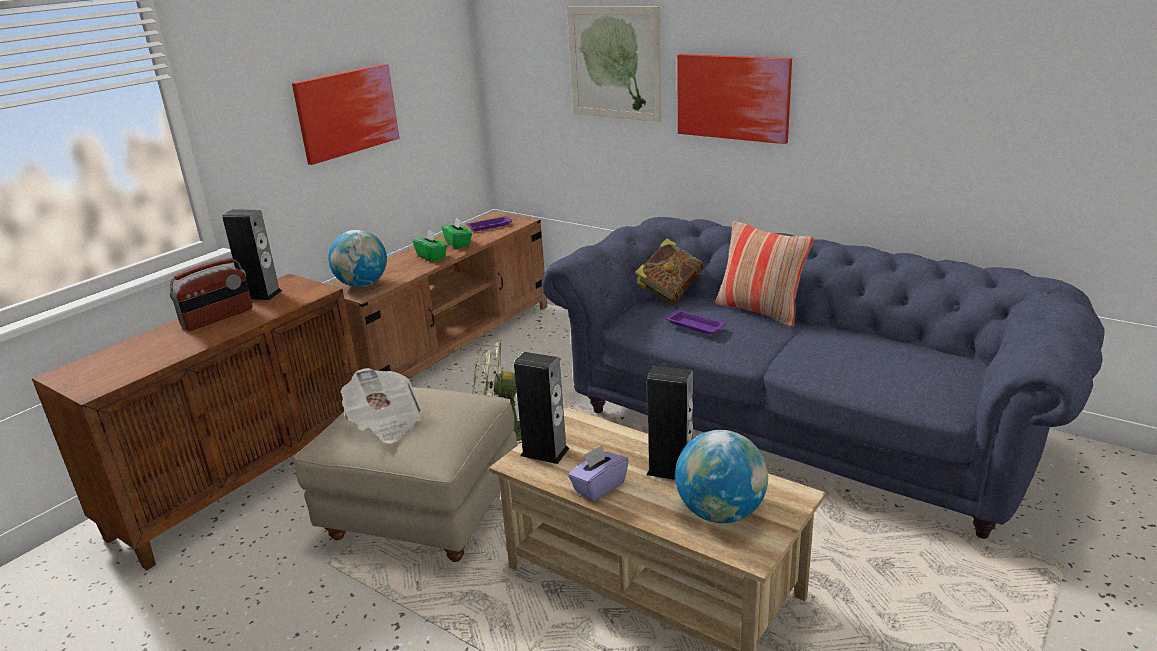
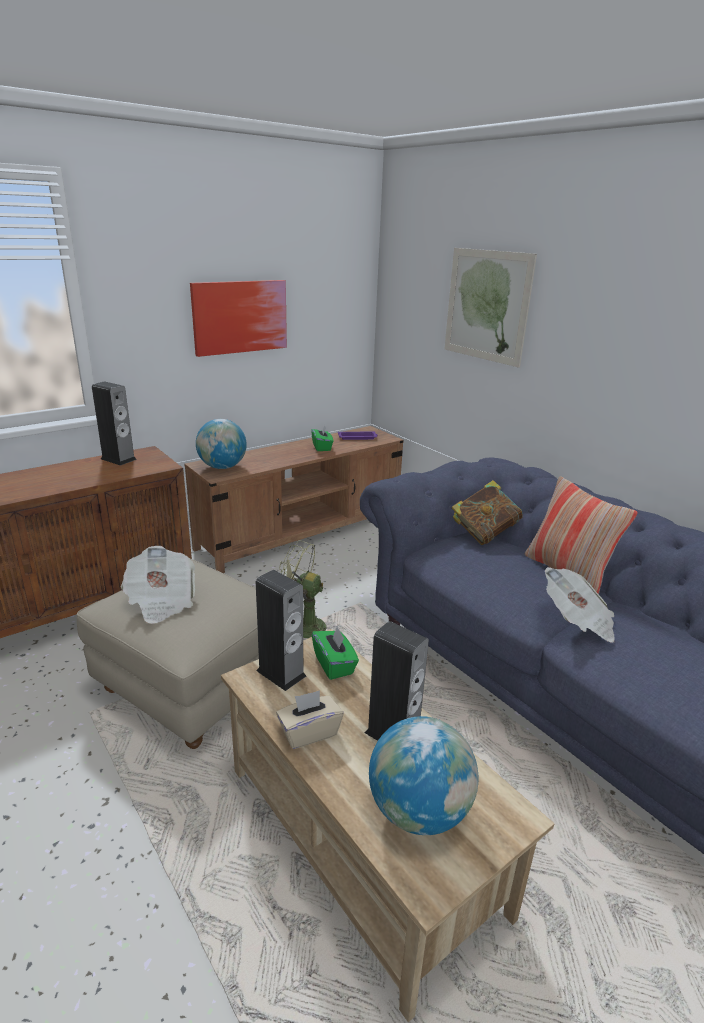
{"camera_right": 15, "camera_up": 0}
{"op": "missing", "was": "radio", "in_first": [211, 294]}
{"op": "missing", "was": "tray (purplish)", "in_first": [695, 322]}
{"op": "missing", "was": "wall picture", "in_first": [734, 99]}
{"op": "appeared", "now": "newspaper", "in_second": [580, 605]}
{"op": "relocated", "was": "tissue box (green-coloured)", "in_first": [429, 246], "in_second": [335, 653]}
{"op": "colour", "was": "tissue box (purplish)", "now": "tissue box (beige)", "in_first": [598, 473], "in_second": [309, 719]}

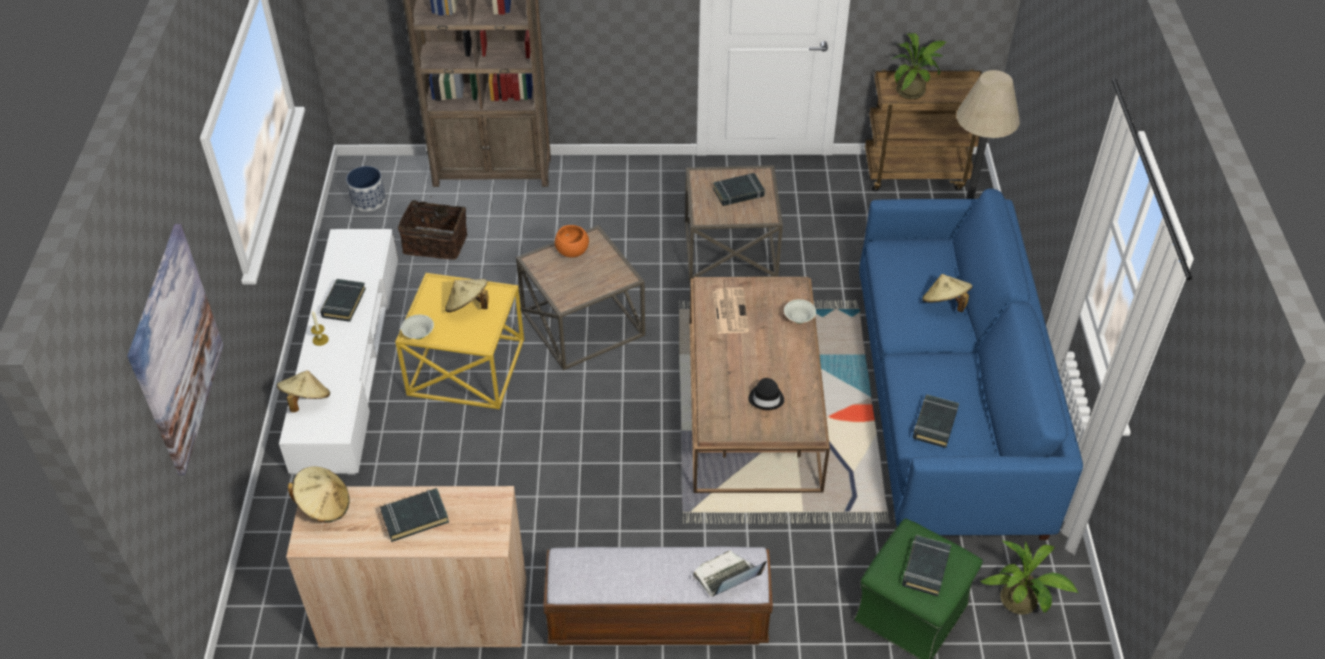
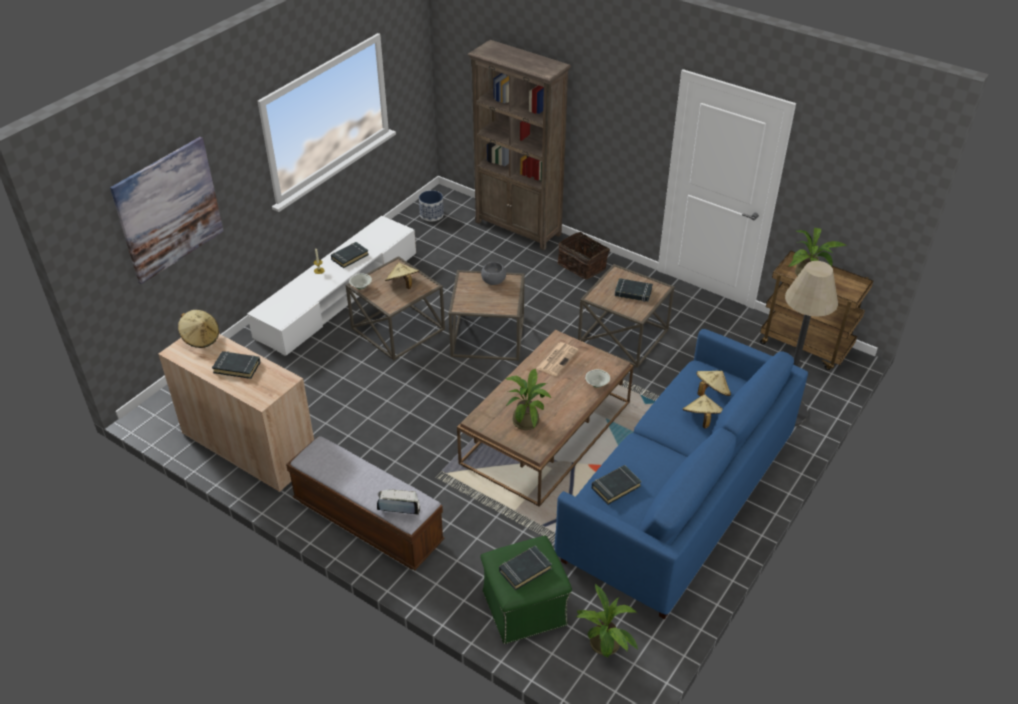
{"camera_right": 35, "camera_up": -5}
{"op": "relocated", "was": "clothing hat (beige)", "in_first": [303, 391], "in_second": [713, 383]}
{"op": "relocated", "was": "storage basket", "in_first": [432, 227], "in_second": [583, 255]}
{"op": "exchanged", "was": "clothing hat (black)", "now": "potted plant", "in_first": [766, 394], "in_second": [528, 399]}
{"op": "colour", "was": "end table (yellow-coloured)", "now": "end table (brownish)", "in_first": [459, 341], "in_second": [395, 308]}
{"op": "colour", "was": "deep dish (orangey)", "now": "deep dish (grey)", "in_first": [572, 241], "in_second": [493, 273]}

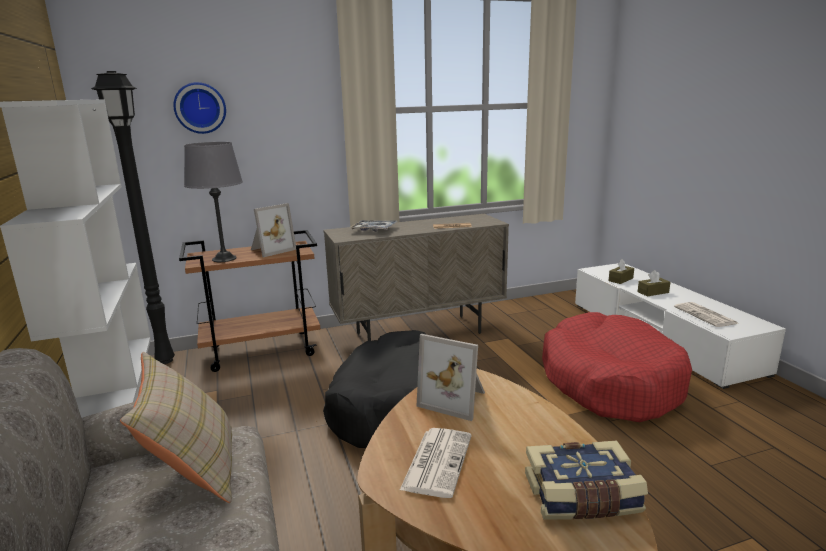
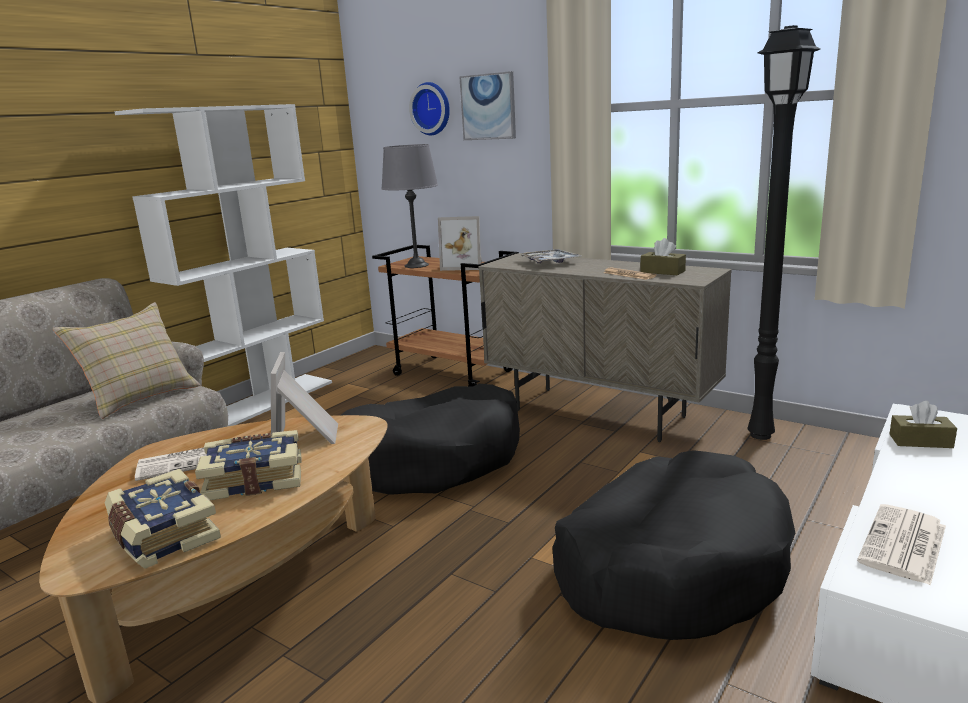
{"camera_right": 55, "camera_up": 0}
{"op": "appeared", "now": "bound book", "in_second": [248, 465]}
{"op": "appeared", "now": "wall picture", "in_second": [487, 105]}
{"op": "relocated", "was": "standing lamp (black)", "in_first": [133, 217], "in_second": [784, 232]}
{"op": "relocated", "was": "tissue box (brownish)", "in_first": [654, 283], "in_second": [663, 256]}
{"op": "colour", "was": "pet bed (red-coloured)", "now": "pet bed (black)", "in_first": [617, 367], "in_second": [673, 545]}

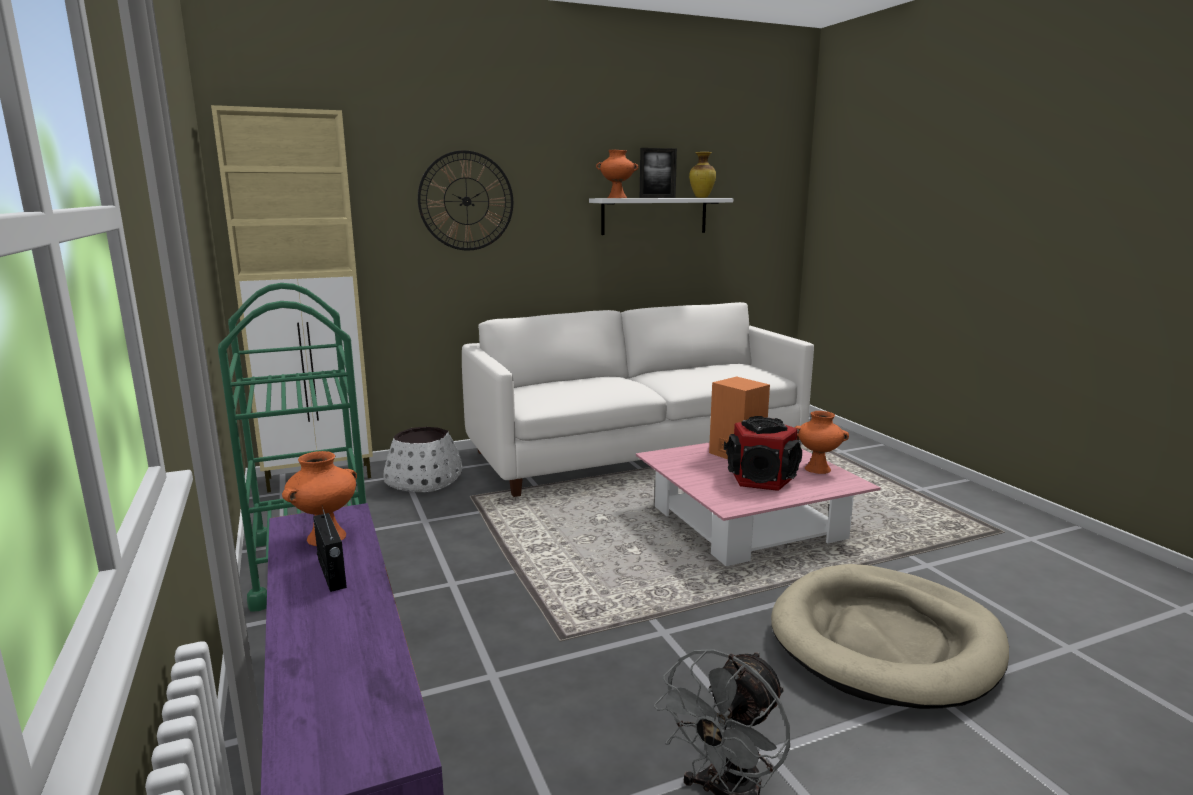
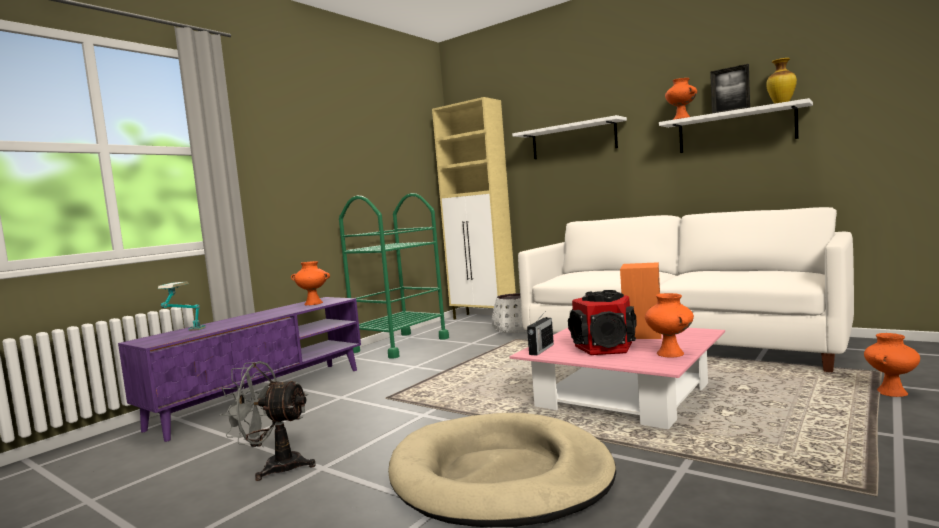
{"camera_right": 60, "camera_up": -10}
{"op": "appeared", "now": "table lamp", "in_second": [182, 306]}
{"op": "appeared", "now": "flower vase (orangey)", "in_second": [892, 365]}
{"op": "relocated", "was": "radio", "in_first": [330, 549], "in_second": [540, 334]}
{"op": "exchanged", "was": "wall clock", "now": "bracket shelf (white)", "in_first": [465, 200], "in_second": [569, 137]}

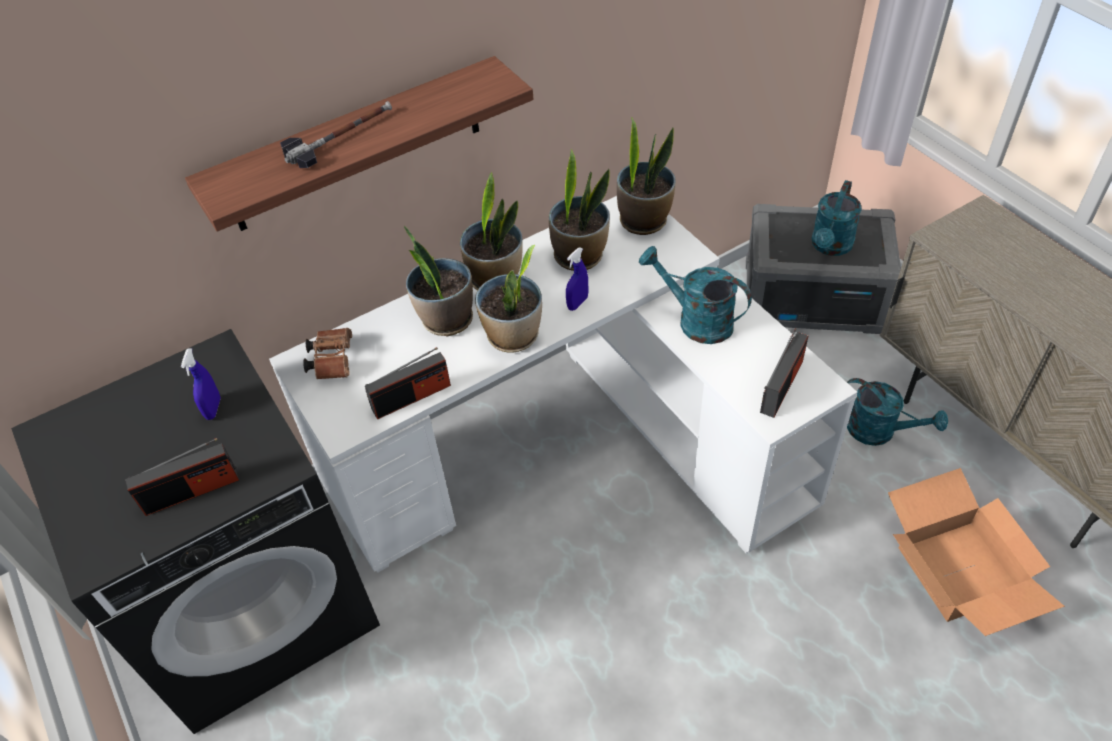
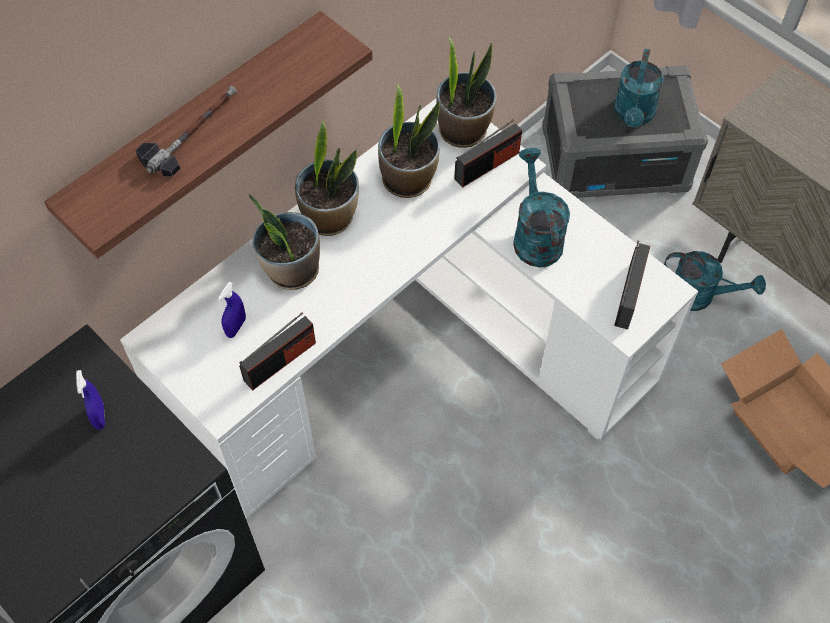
{"camera_right": -15, "camera_up": 10}
{"op": "missing", "was": "binoculars (brownish)", "in_first": [327, 353]}
{"op": "missing", "was": "potted plant", "in_first": [508, 299]}
{"op": "relocated", "was": "radio", "in_first": [182, 477], "in_second": [488, 153]}
{"op": "relocated", "was": "sprayer (bluish)", "in_first": [577, 279], "in_second": [232, 310]}
{"op": "spun", "was": "sprinkling can (turquoise)", "in_first": [695, 295], "in_second": [541, 207], "clockwise": 60}

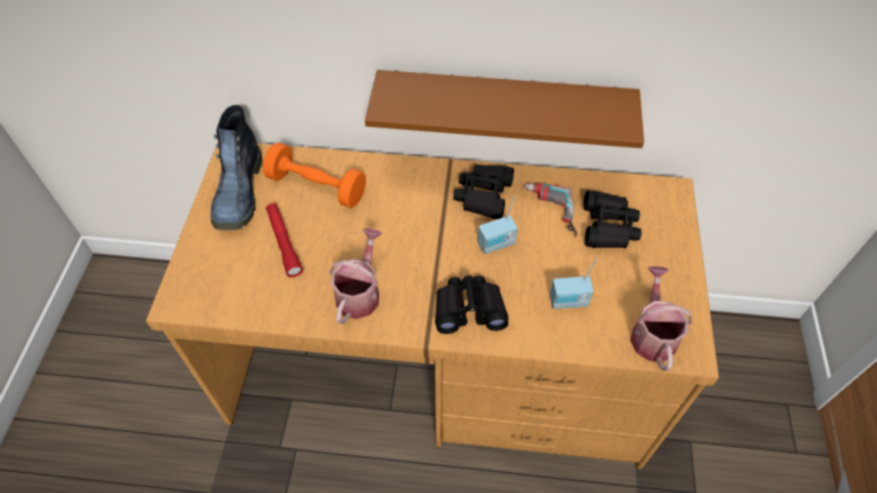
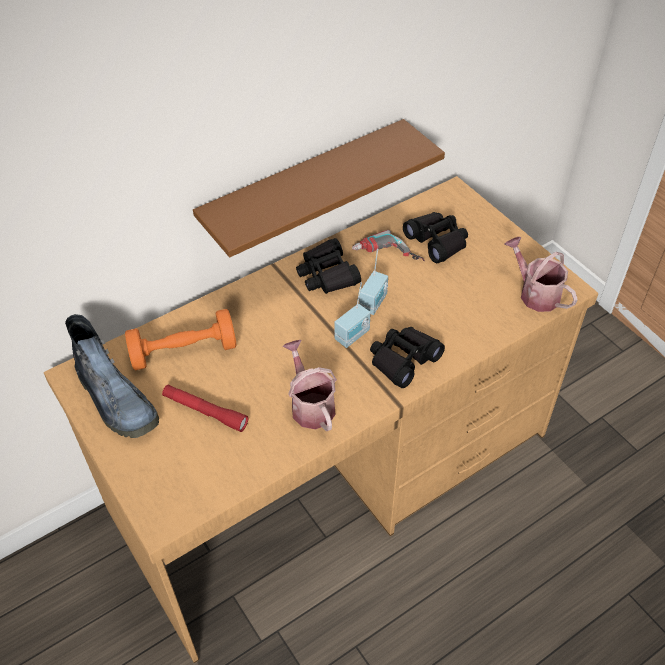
{"camera_right": -40, "camera_up": -5}
{"op": "relocated", "was": "radio", "in_first": [574, 284], "in_second": [352, 315]}

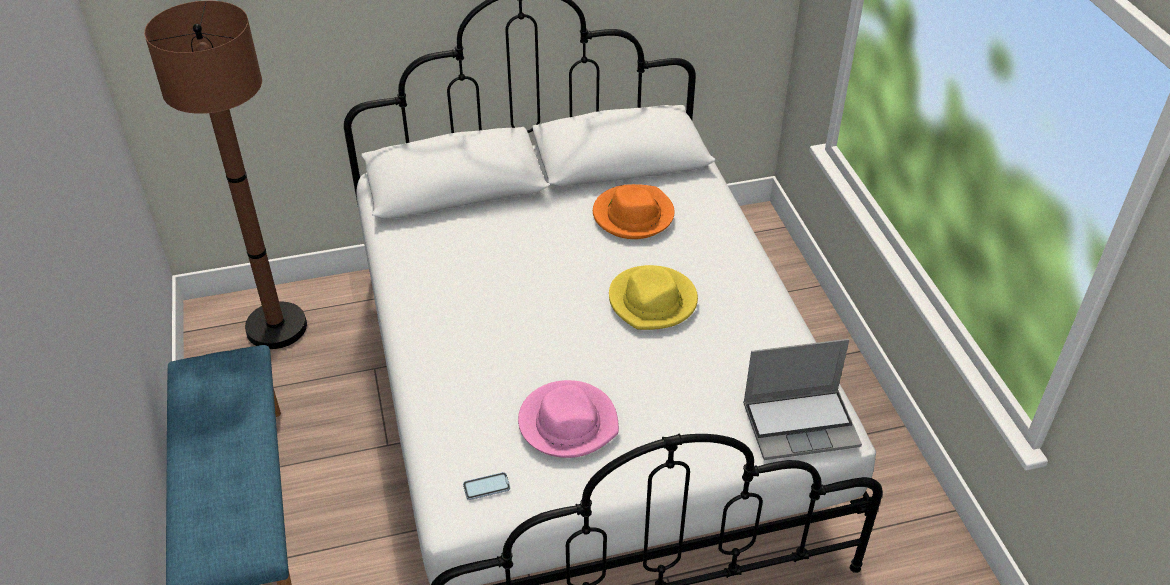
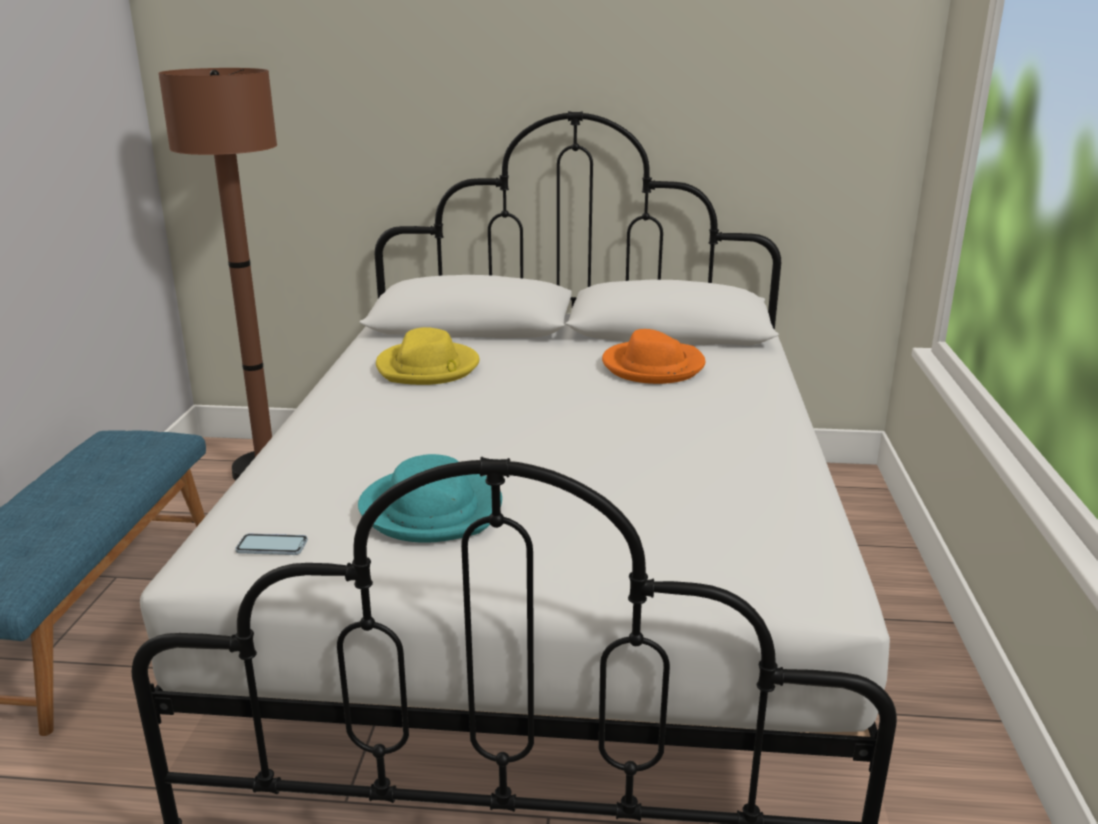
{"camera_right": 20, "camera_up": -20}
{"op": "missing", "was": "laptop", "in_first": [802, 399]}
{"op": "relocated", "was": "clothing hat (yellow-coloured)", "in_first": [653, 297], "in_second": [427, 356]}
{"op": "colour", "was": "clothing hat (pinkish)", "now": "clothing hat (turquoise)", "in_first": [568, 419], "in_second": [430, 498]}

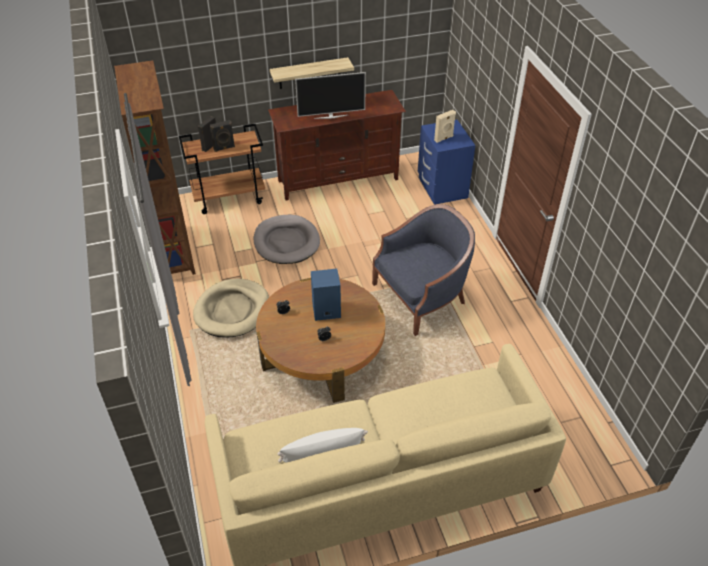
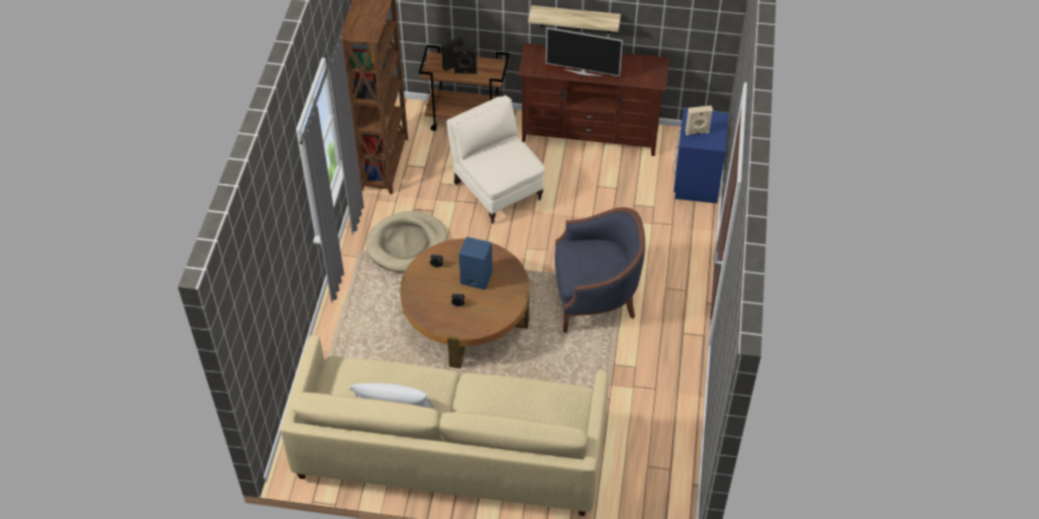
{"camera_right": 25, "camera_up": 5}
{"op": "exchanged", "was": "pet bed (grey)", "now": "easy chair (beige)", "in_first": [287, 239], "in_second": [496, 160]}

